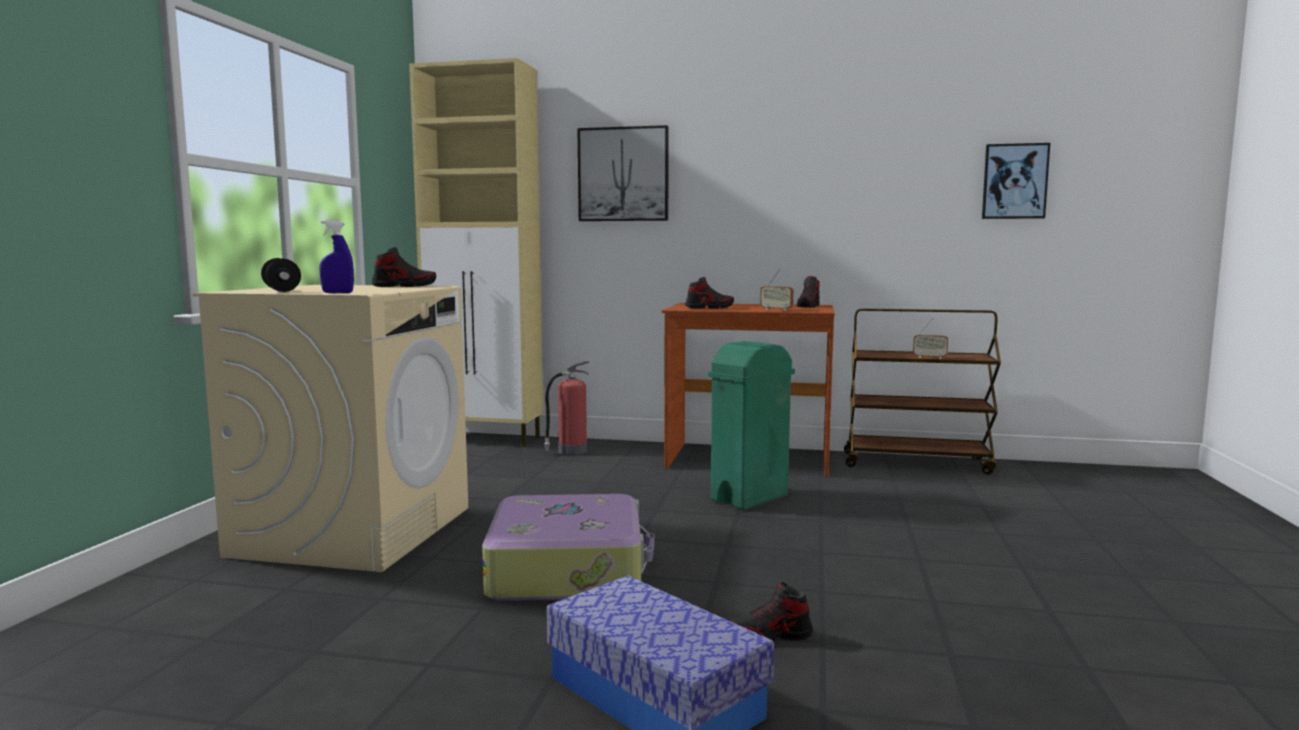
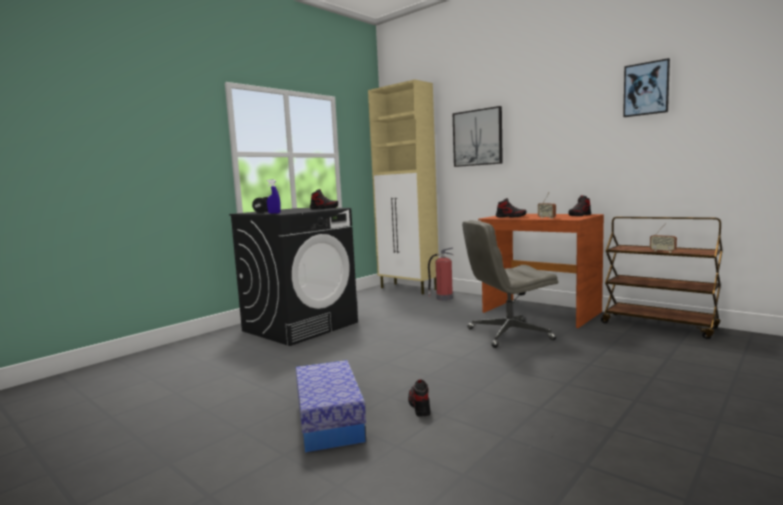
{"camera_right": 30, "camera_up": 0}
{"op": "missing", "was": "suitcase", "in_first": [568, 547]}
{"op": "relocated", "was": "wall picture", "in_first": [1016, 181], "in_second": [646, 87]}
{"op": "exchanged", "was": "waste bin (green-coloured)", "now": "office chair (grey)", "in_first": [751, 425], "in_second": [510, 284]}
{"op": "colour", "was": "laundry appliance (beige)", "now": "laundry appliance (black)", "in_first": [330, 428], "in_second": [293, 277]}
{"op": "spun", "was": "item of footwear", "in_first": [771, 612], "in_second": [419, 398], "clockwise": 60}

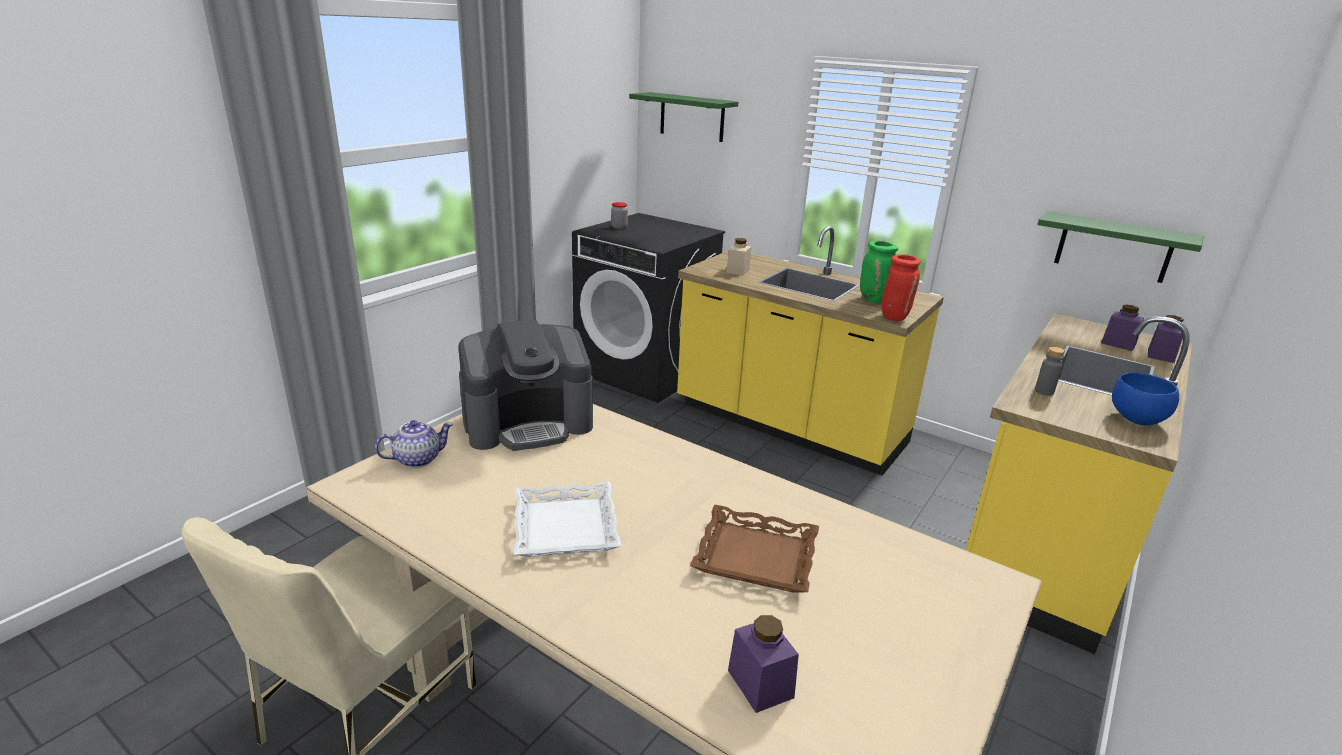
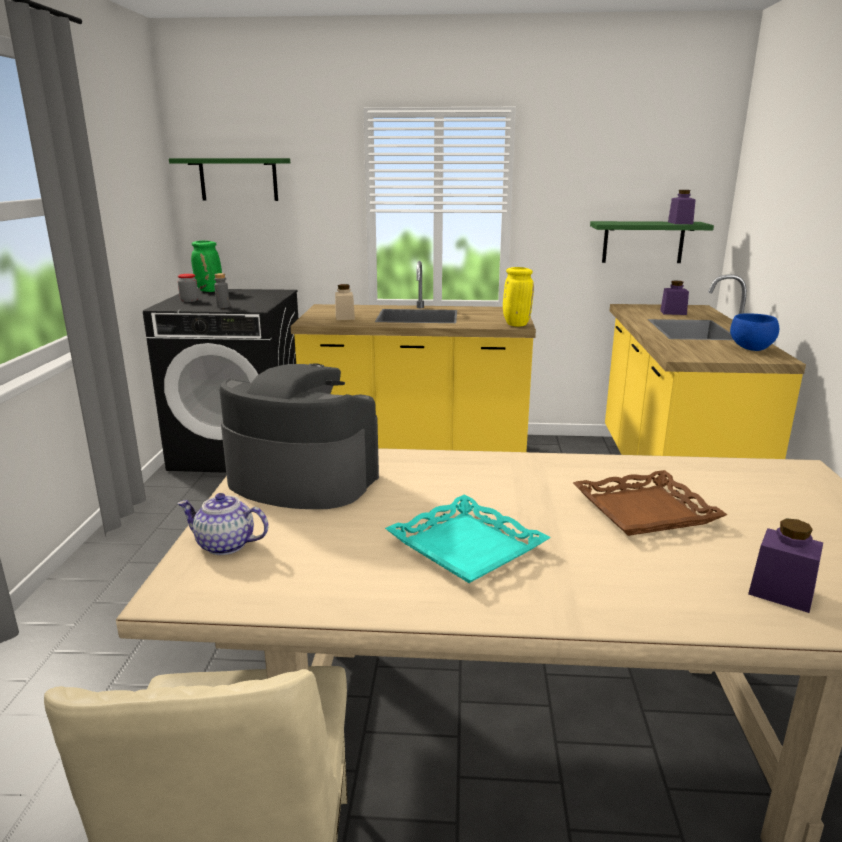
{"camera_right": -30, "camera_up": -5}
{"op": "relocated", "was": "flower vase (green-coloured)", "in_first": [879, 272], "in_second": [206, 266]}
{"op": "relocated", "was": "drink bottle (grey)", "in_first": [1050, 371], "in_second": [222, 290]}
{"op": "relocated", "was": "storage jar (purplish)", "in_first": [1166, 339], "in_second": [682, 207]}
{"op": "colour", "was": "tray (white)", "now": "tray (turquoise)", "in_first": [567, 519], "in_second": [468, 539]}
{"op": "colour", "was": "flower vase (red-coloured)", "now": "flower vase (yellow-coloured)", "in_first": [900, 287], "in_second": [518, 297]}
{"op": "spun", "was": "pot for tea", "in_first": [414, 444], "in_second": [222, 524], "clockwise": -105}
{"op": "spun", "was": "coffee brewer", "in_first": [525, 385], "in_second": [299, 436], "clockwise": -105}

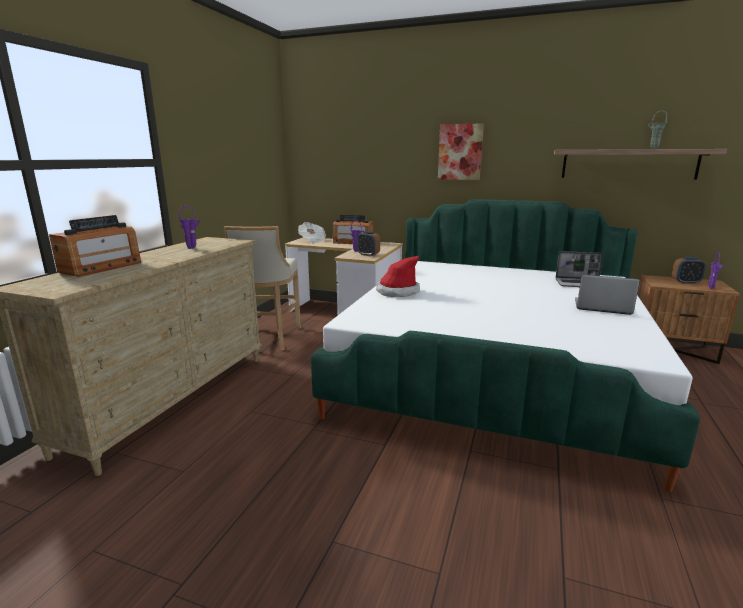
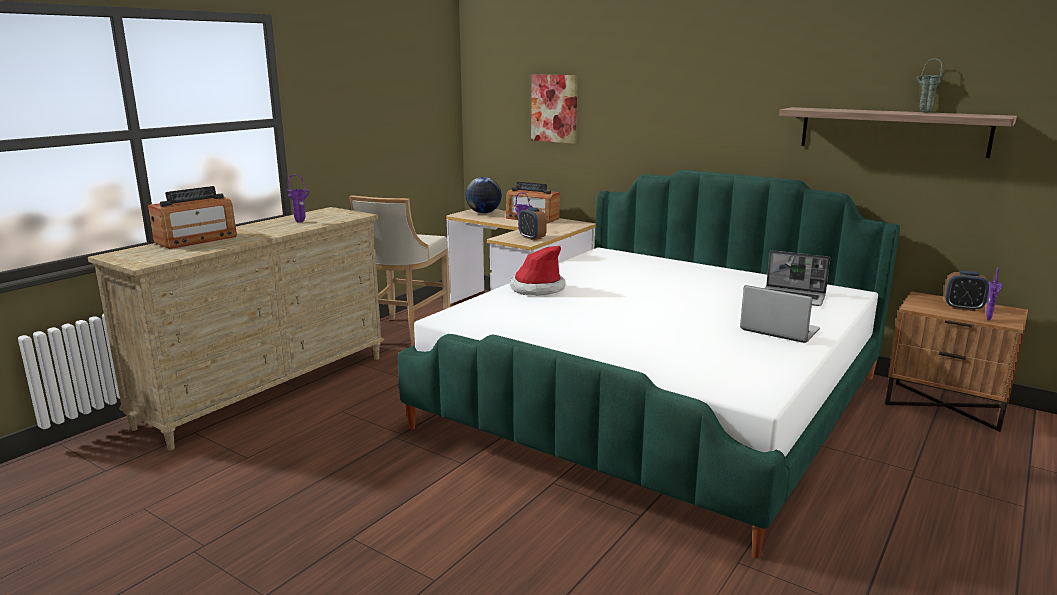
{"camera_right": 15, "camera_up": 0}
{"op": "relocated", "was": "wall picture", "in_first": [461, 151], "in_second": [554, 109]}
{"op": "exchanged", "was": "newspaper", "now": "world globe", "in_first": [312, 232], "in_second": [483, 195]}

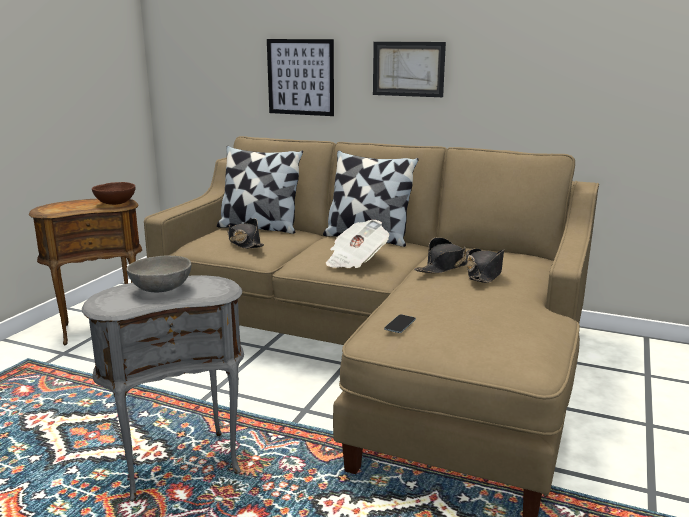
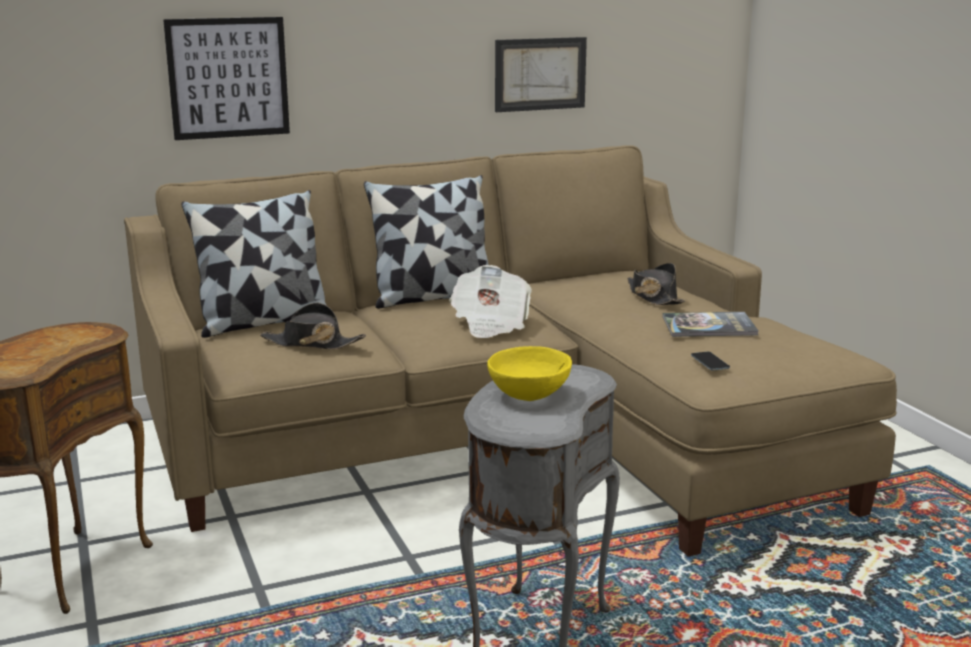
{"camera_right": -45, "camera_up": 0}
{"op": "missing", "was": "deep dish (brownish)", "in_first": [114, 193]}
{"op": "missing", "was": "clothing hat (black)", "in_first": [442, 255]}
{"op": "appeared", "now": "bound book", "in_second": [710, 324]}
{"op": "relocated", "was": "wall picture", "in_first": [409, 69], "in_second": [541, 74]}
{"op": "colour", "was": "deep dish (grey)", "now": "deep dish (yellow-coloured)", "in_first": [158, 273], "in_second": [529, 373]}

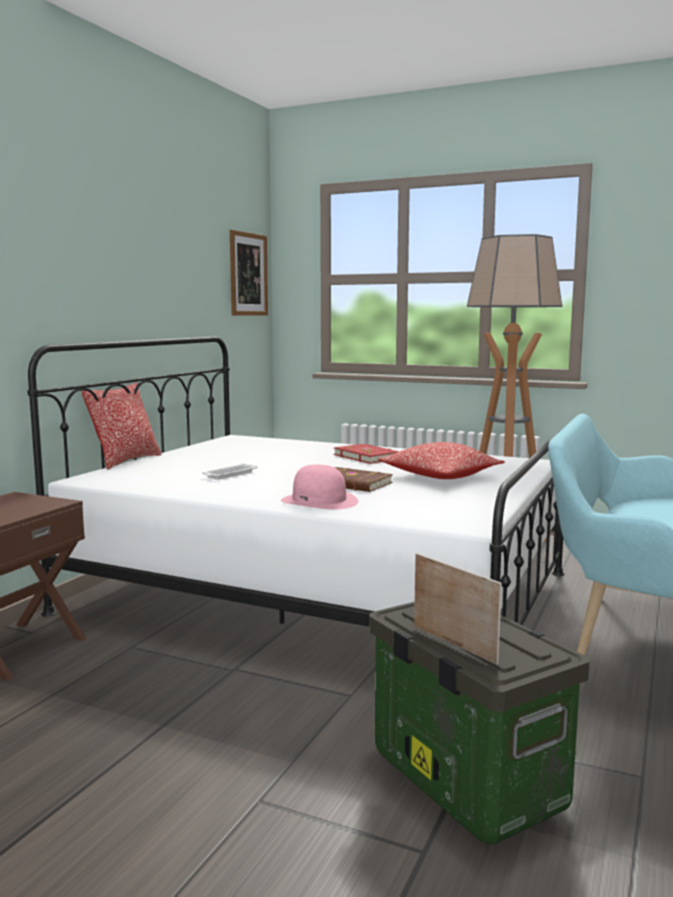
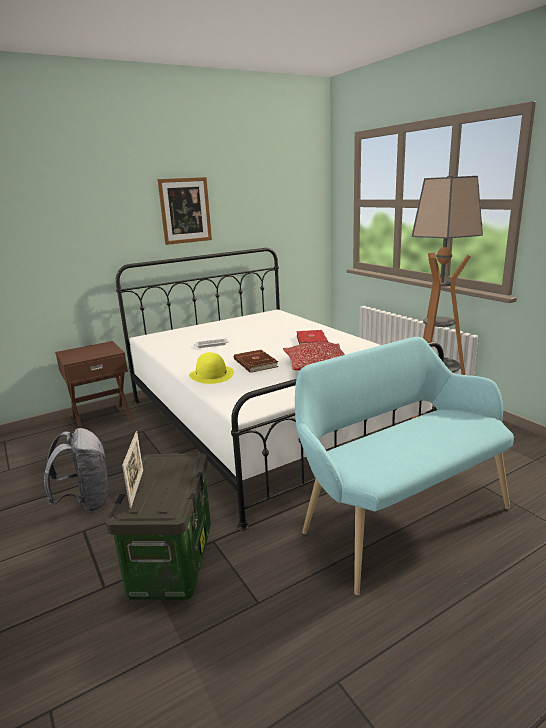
{"camera_right": 35, "camera_up": 10}
{"op": "missing", "was": "cushion", "in_first": [121, 426]}
{"op": "appeared", "now": "backpack (grey)", "in_second": [76, 470]}
{"op": "relocated", "was": "wall picture", "in_first": [249, 273], "in_second": [185, 211]}
{"op": "colour", "was": "clothing hat (pinkish)", "now": "clothing hat (yellow-coloured)", "in_first": [319, 487], "in_second": [211, 368]}

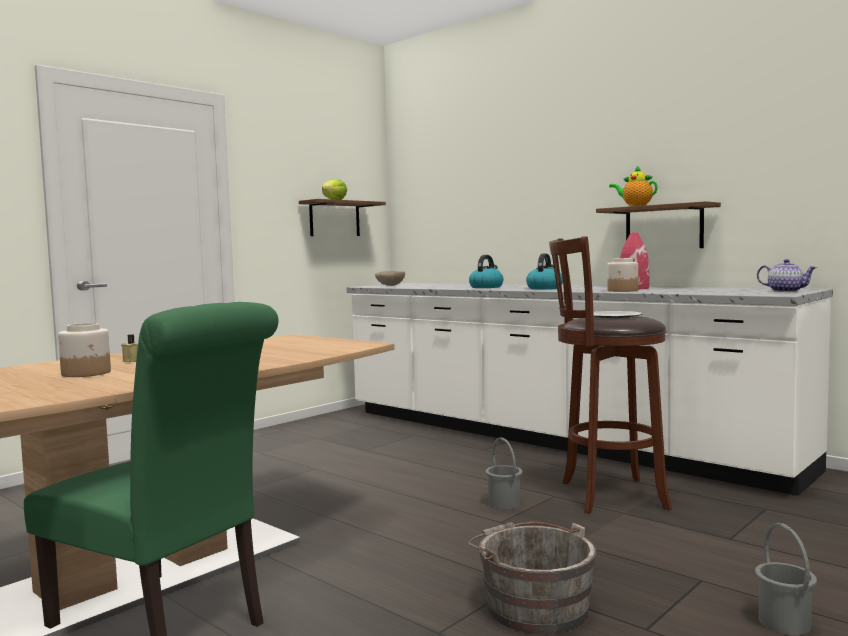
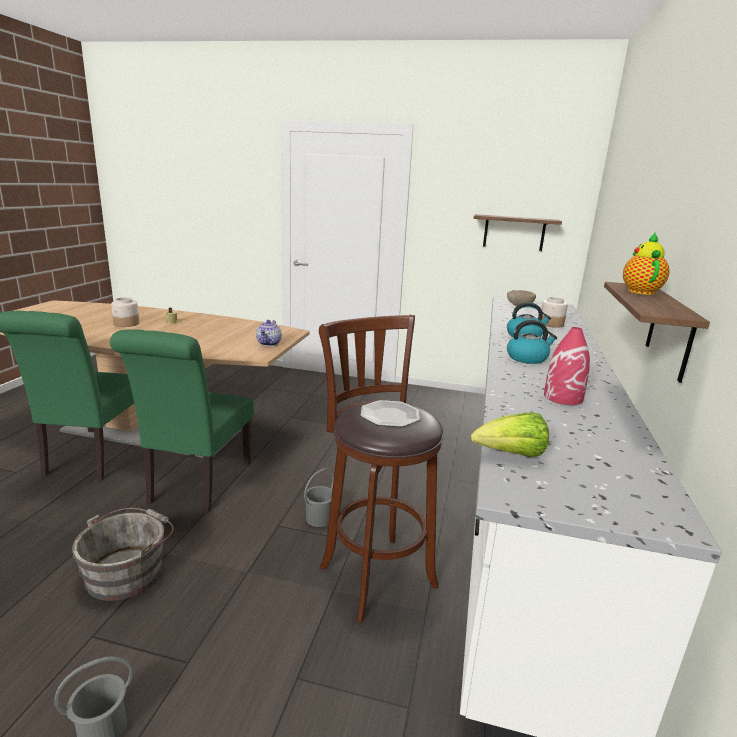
{"camera_right": 60, "camera_up": 15}
{"op": "appeared", "now": "upright chair (green-coloured)", "in_second": [182, 421]}
{"op": "relocated", "was": "lettuce", "in_first": [334, 189], "in_second": [510, 434]}
{"op": "relocated", "was": "storage jar", "in_first": [622, 275], "in_second": [554, 312]}
{"op": "relocated", "was": "pot for tea", "in_first": [787, 275], "in_second": [269, 333]}

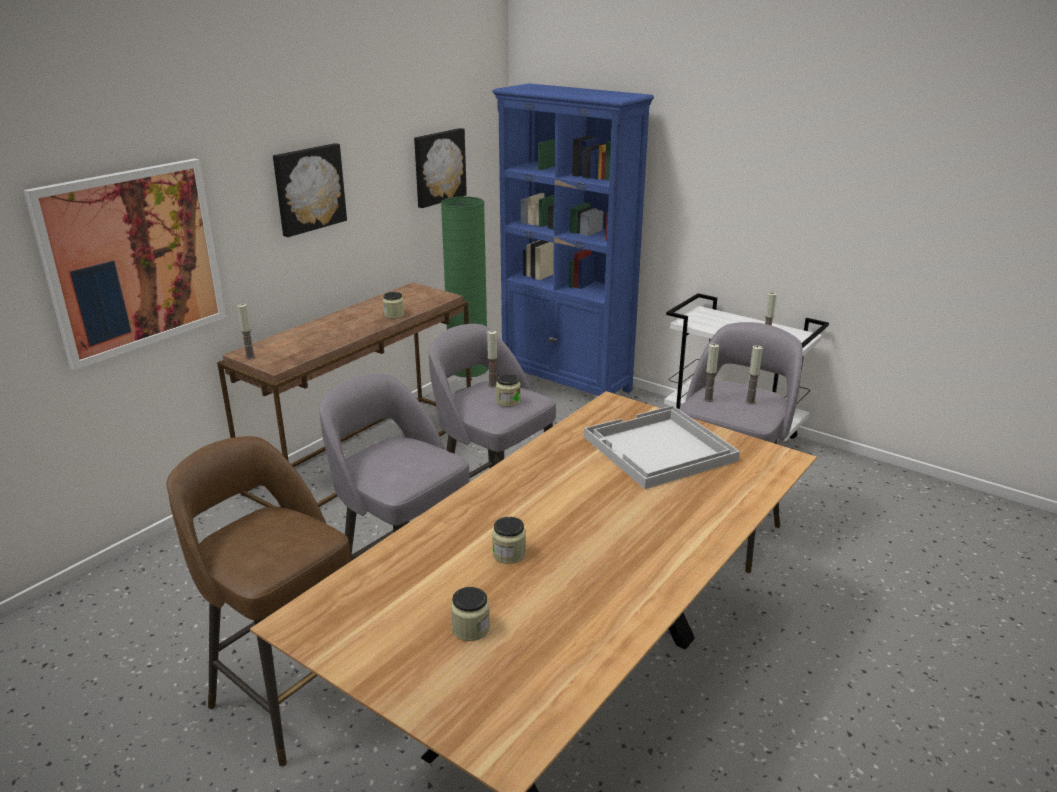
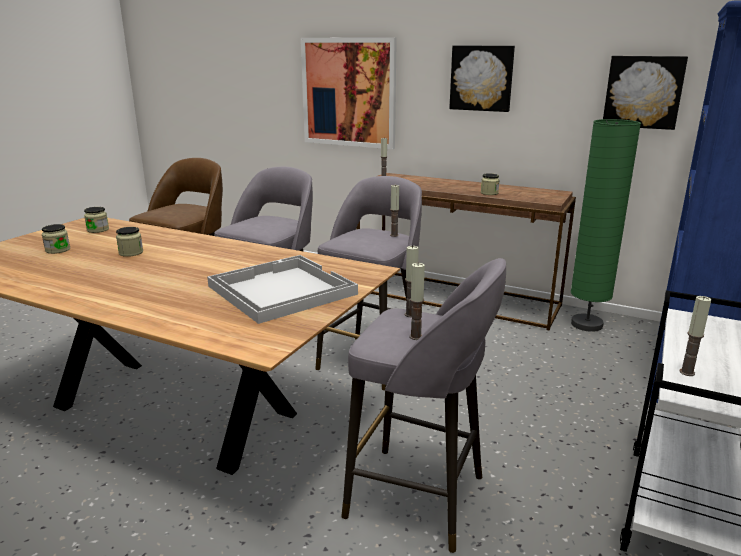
{"camera_right": 80, "camera_up": -5}
{"op": "relocated", "was": "storage jar", "in_first": [508, 390], "in_second": [96, 220]}

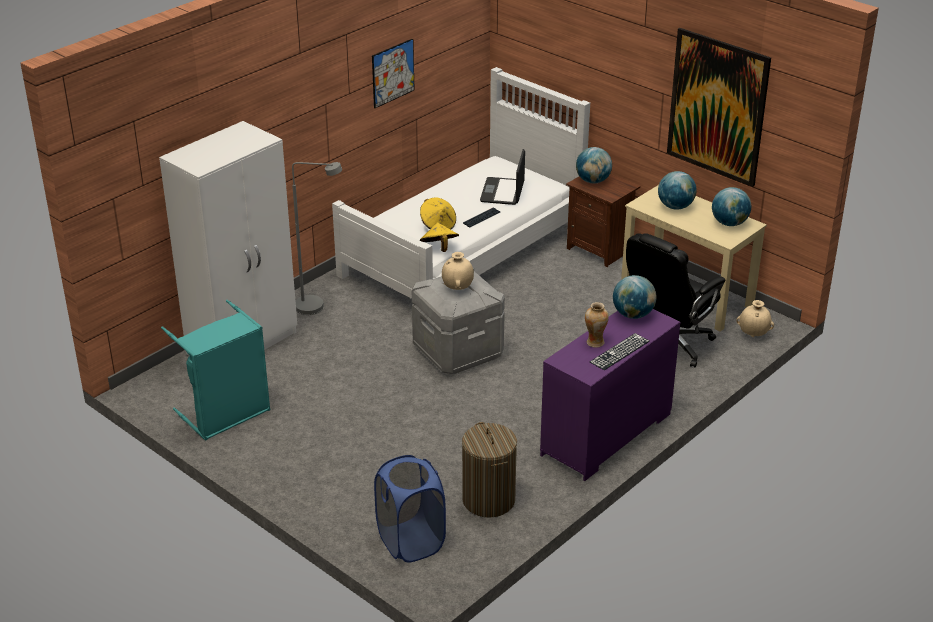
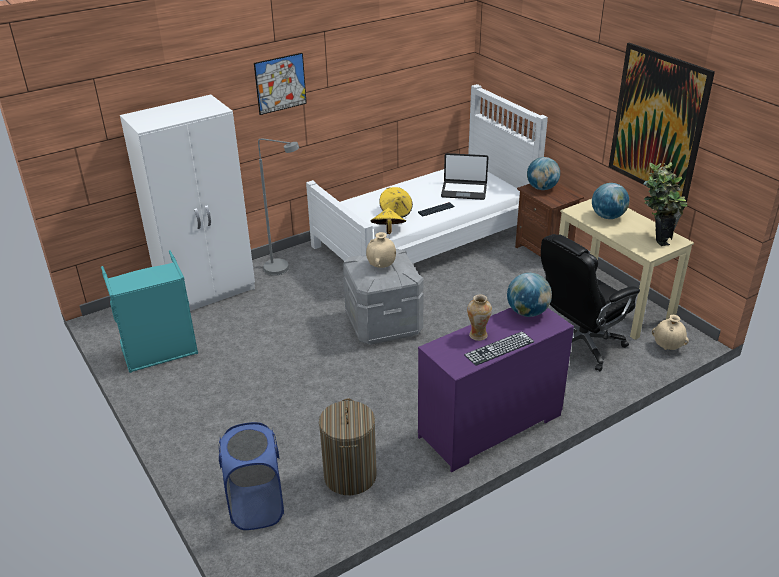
{"camera_right": 15, "camera_up": 0}
{"op": "relocated", "was": "wall picture", "in_first": [393, 73], "in_second": [280, 84]}
{"op": "exchanged", "was": "world globe", "now": "potted plant", "in_first": [731, 206], "in_second": [665, 204]}
{"op": "spun", "was": "laptop", "in_first": [502, 177], "in_second": [464, 176], "clockwise": -105}

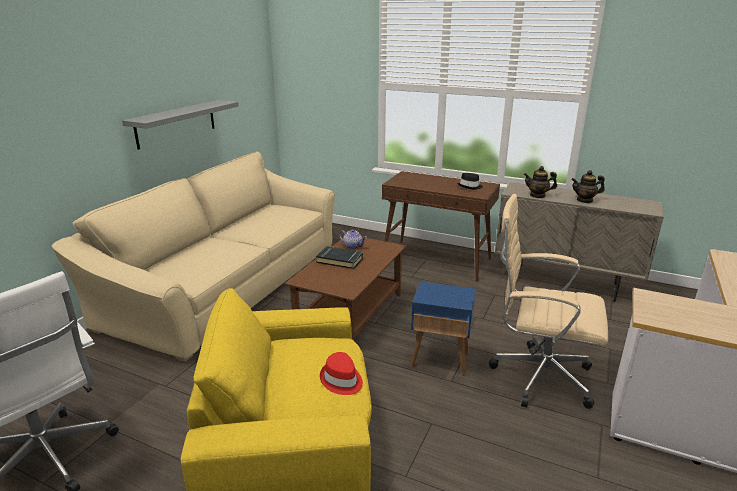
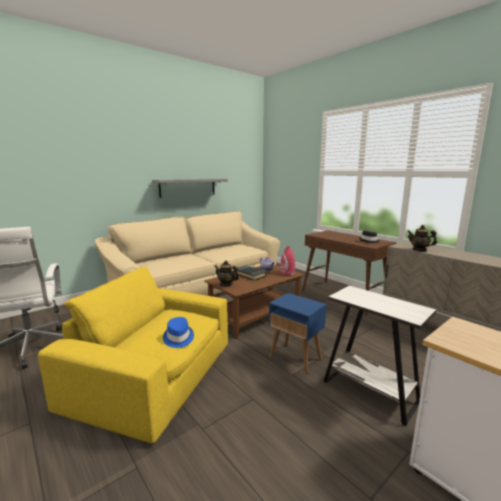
{"camera_right": 25, "camera_up": -10}
{"op": "appeared", "now": "flower vase (red-coloured)", "in_second": [287, 261]}
{"op": "relocated", "was": "pot for tea", "in_first": [588, 186], "in_second": [226, 273]}
{"op": "exchanged", "was": "office chair (beige)", "now": "end table (white)", "in_first": [548, 301], "in_second": [379, 356]}
{"op": "colour", "was": "clothing hat (red-coloured)", "now": "clothing hat (bluish)", "in_first": [341, 373], "in_second": [178, 332]}

